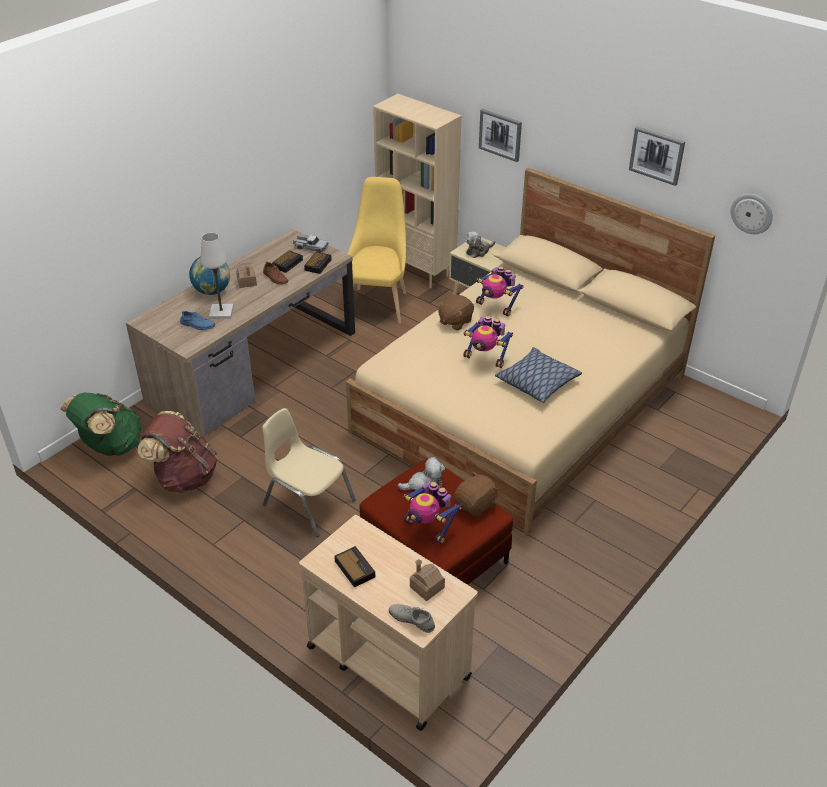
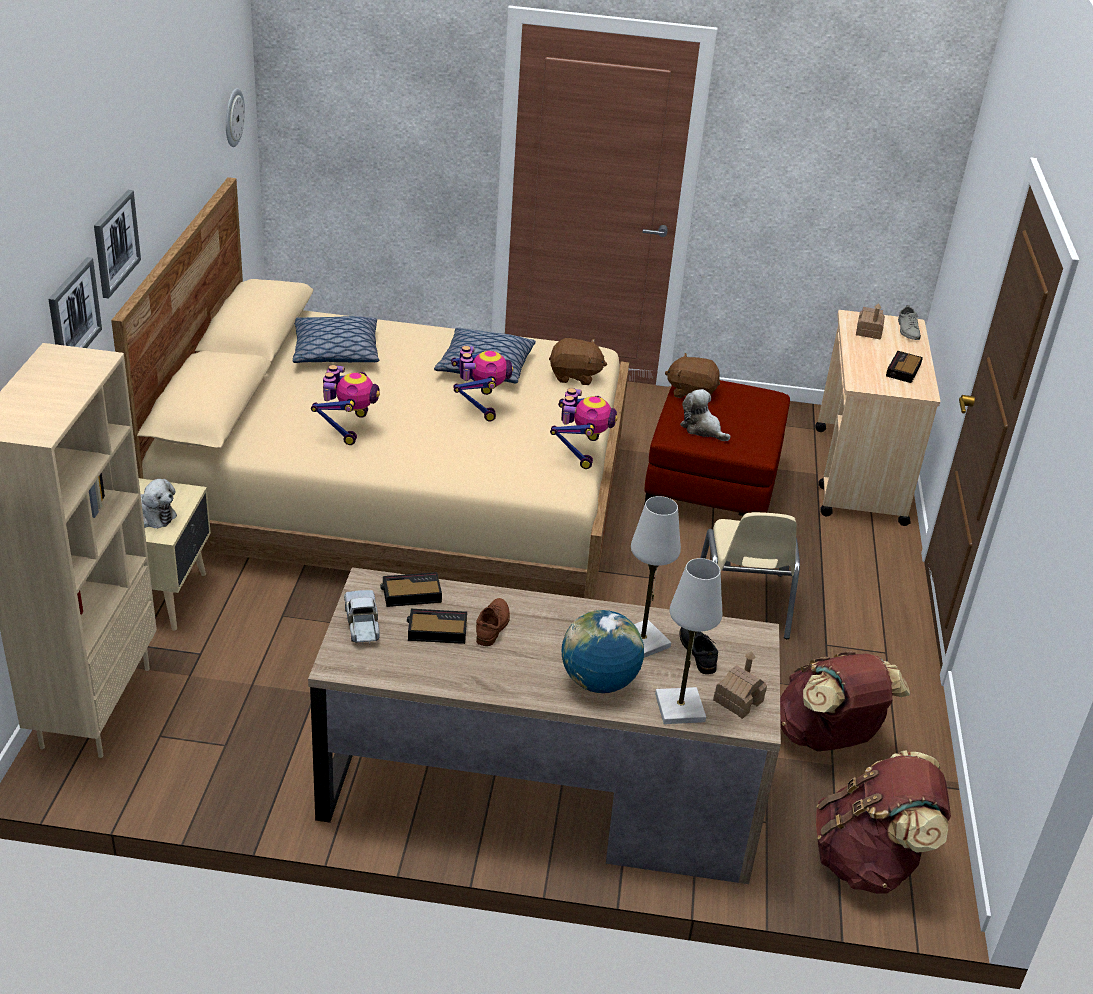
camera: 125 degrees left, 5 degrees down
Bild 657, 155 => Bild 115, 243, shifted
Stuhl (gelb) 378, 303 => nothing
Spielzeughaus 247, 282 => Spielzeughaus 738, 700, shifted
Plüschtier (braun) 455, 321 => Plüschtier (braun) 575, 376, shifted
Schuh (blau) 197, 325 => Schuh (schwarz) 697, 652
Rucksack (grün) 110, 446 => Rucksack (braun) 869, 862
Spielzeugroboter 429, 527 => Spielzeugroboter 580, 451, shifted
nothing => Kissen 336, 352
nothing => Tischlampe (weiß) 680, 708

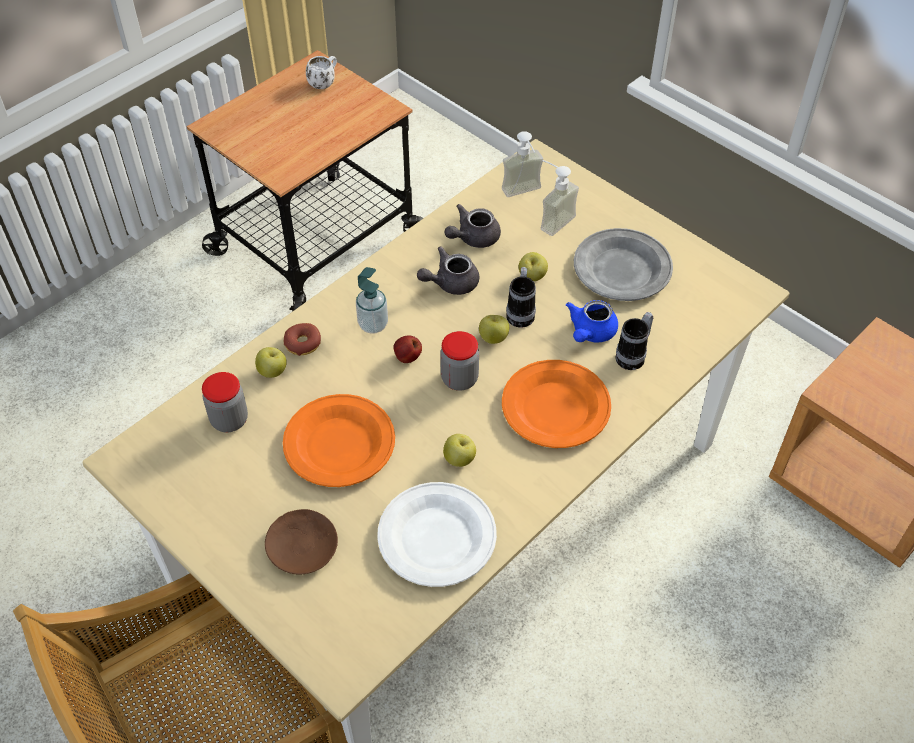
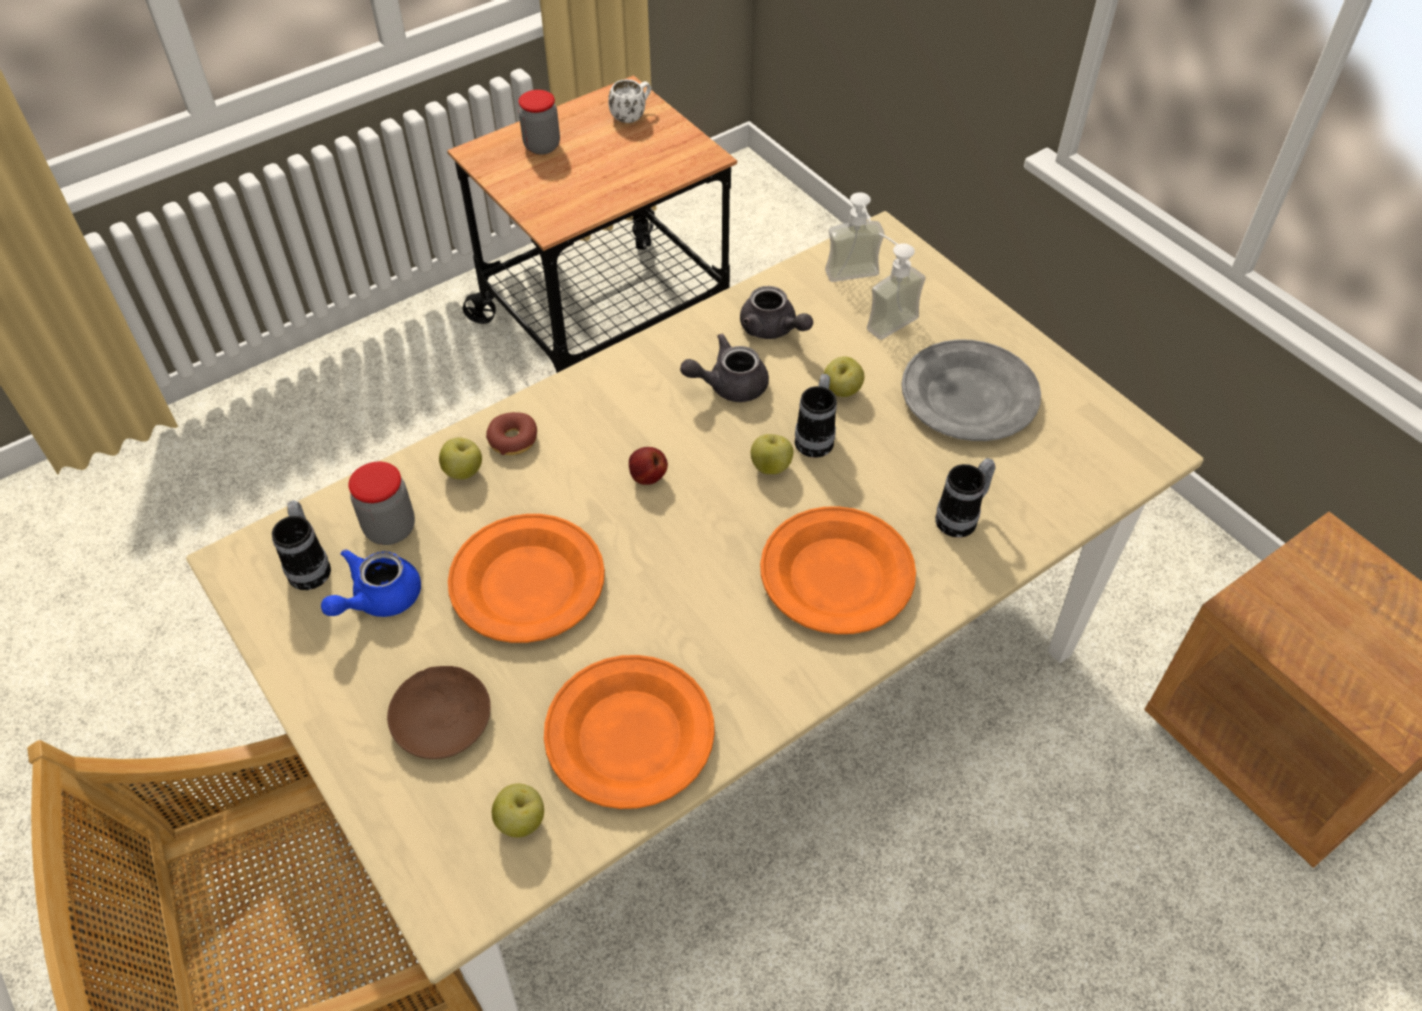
camera: 10 degrees right, 0 degrees up
Teekanne (grau) 473, 238 => Teekanne (grau) 772, 329, 105 degrees counterclockwise
Seifenspender 373, 325 => nothing
Teekanne (blau) 590, 333 => Teekanne (blau) 378, 599, shifted
Vorratsglas 459, 379 => Vorratsglas 542, 146, shifted
Apfel 459, 459 => Apfel 521, 821, shifted
Teller (weiß) 436, 538 => Teller (orange) 628, 736
nothing => Henkelbecher 310, 566

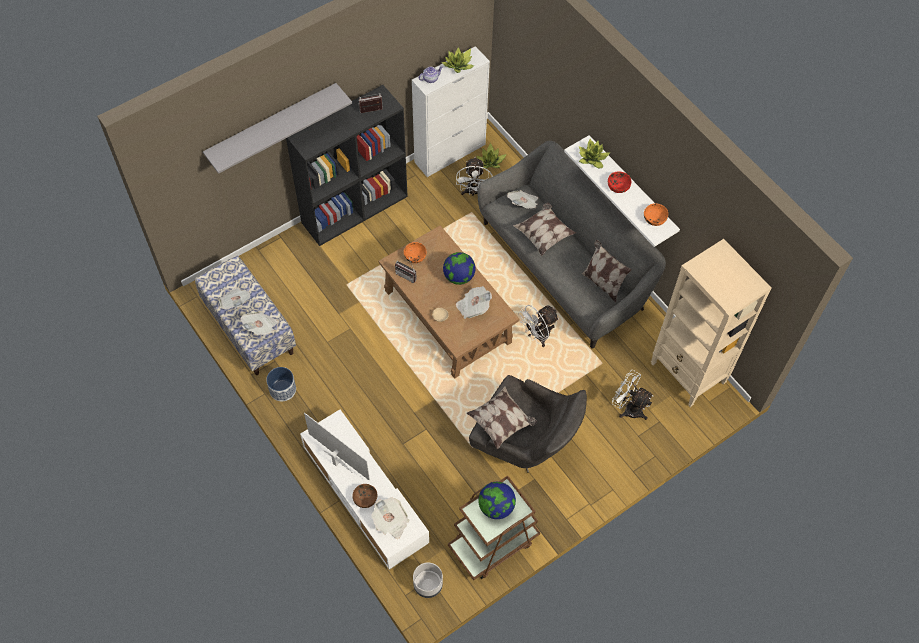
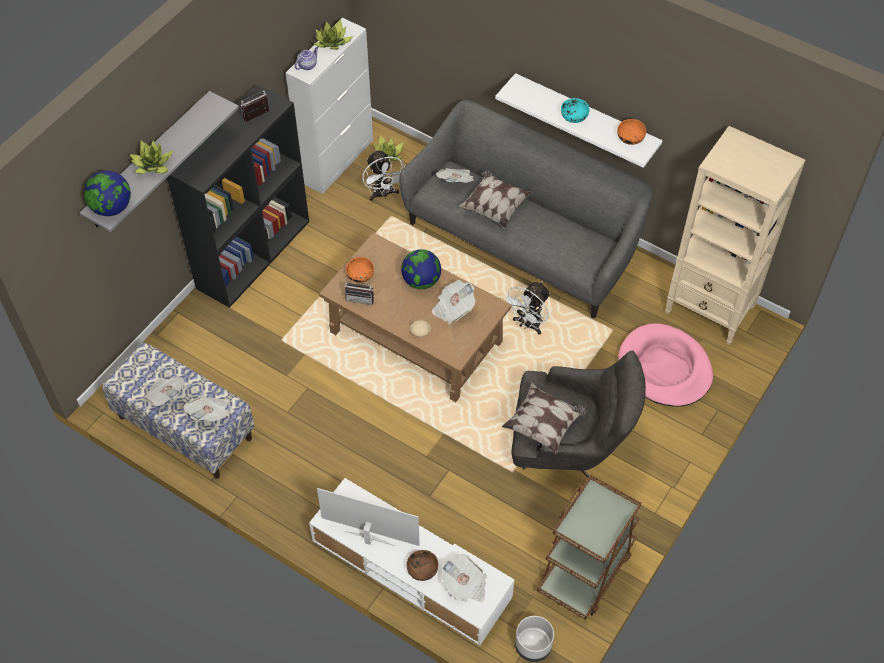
camera: 20 degrees left, 5 degrees down
Topfpflanze 592, 159 => Topfpflanze 153, 165, shifted
Schüssel (rot) 618, 186 => Schüssel (türkis) 574, 116
Kissen 602, 283 => nothing
Pflanzkübel 282, 389 => nothing
Ventilator (weiß) 628, 408 => Hundebett (rosa) 664, 368
Globus 496, 507 => Globus 111, 208, shifted

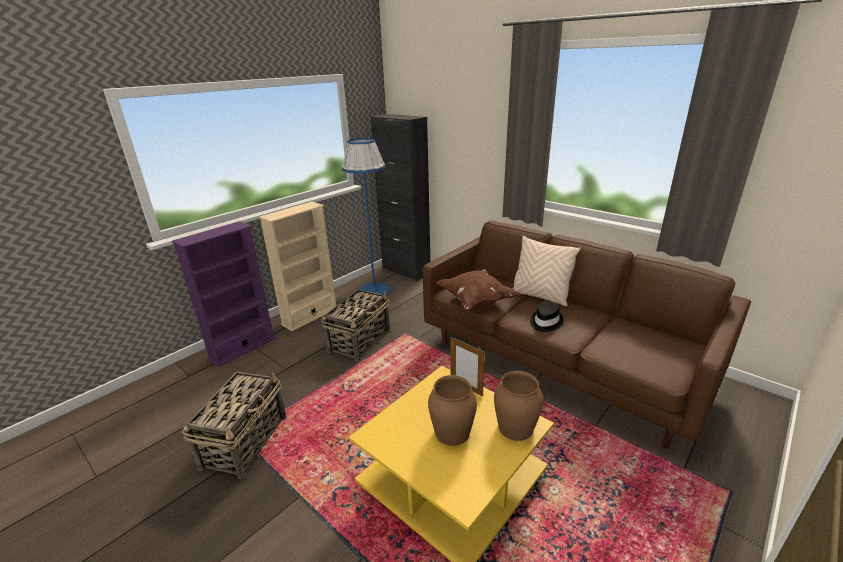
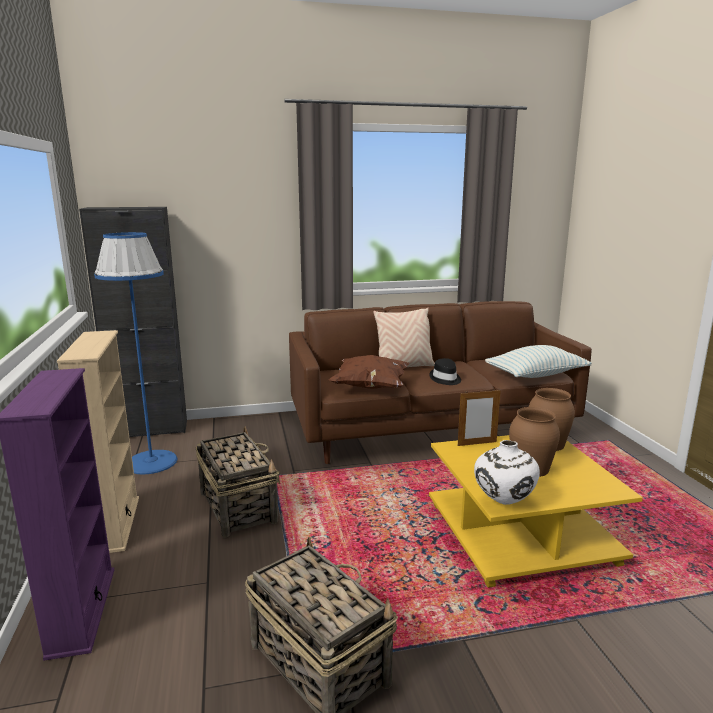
camera: 55 degrees left, 10 degrees down
nothing => Kissen 536, 375
nothing => Vase (weiß) 503, 502

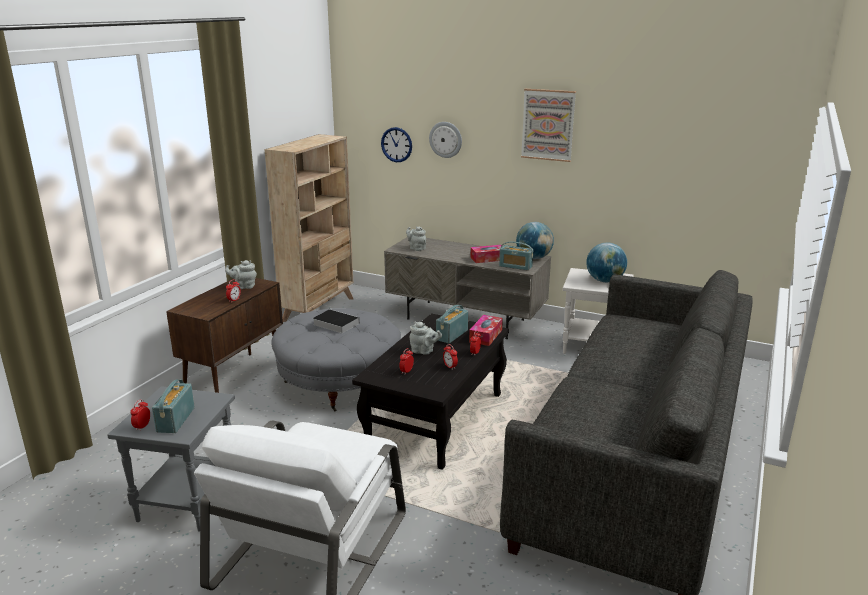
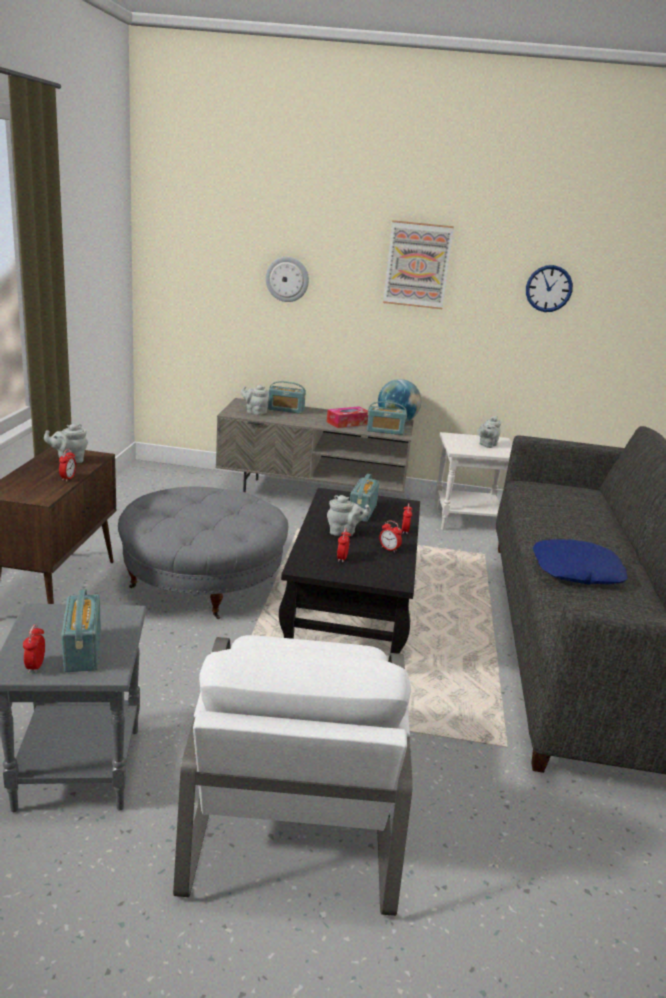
camera: 20 degrees left, 0 degrees up
Wanduhr 396, 144 => Wanduhr 548, 288, shifted
Bücherregal (beige) 319, 309 => nothing
Globus 605, 281 => Teekanne (grau) 487, 445
Buch 334, 324 => nothing
Taschentuchbox 485, 336 => nothing
nothing => Radio 286, 410
nothing => Kissen (blau) 576, 571

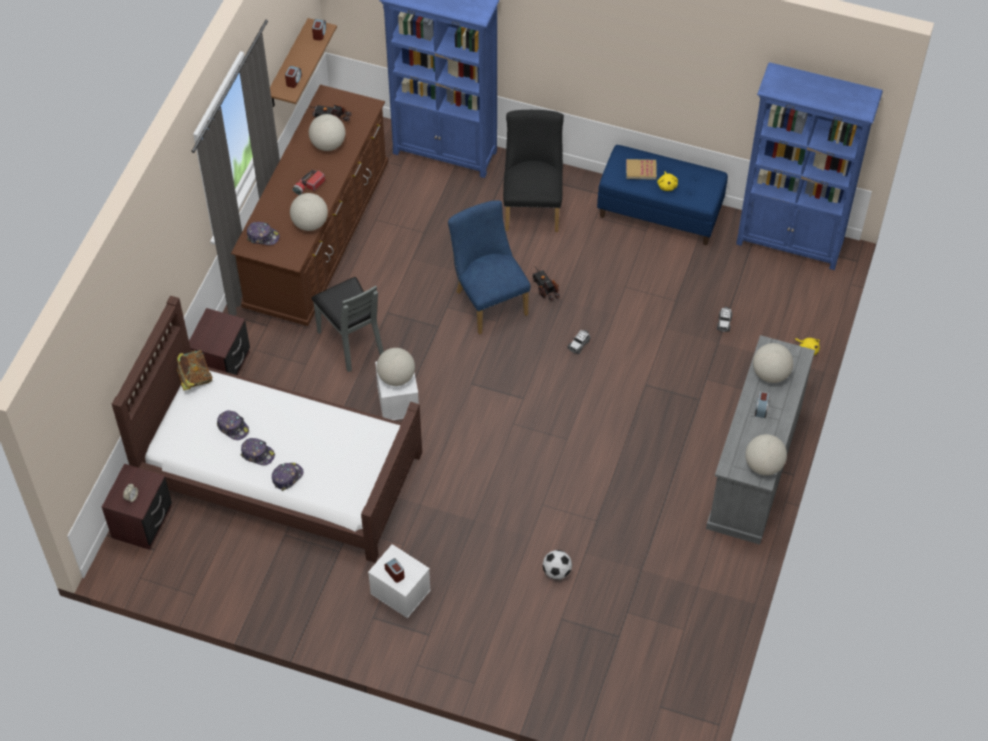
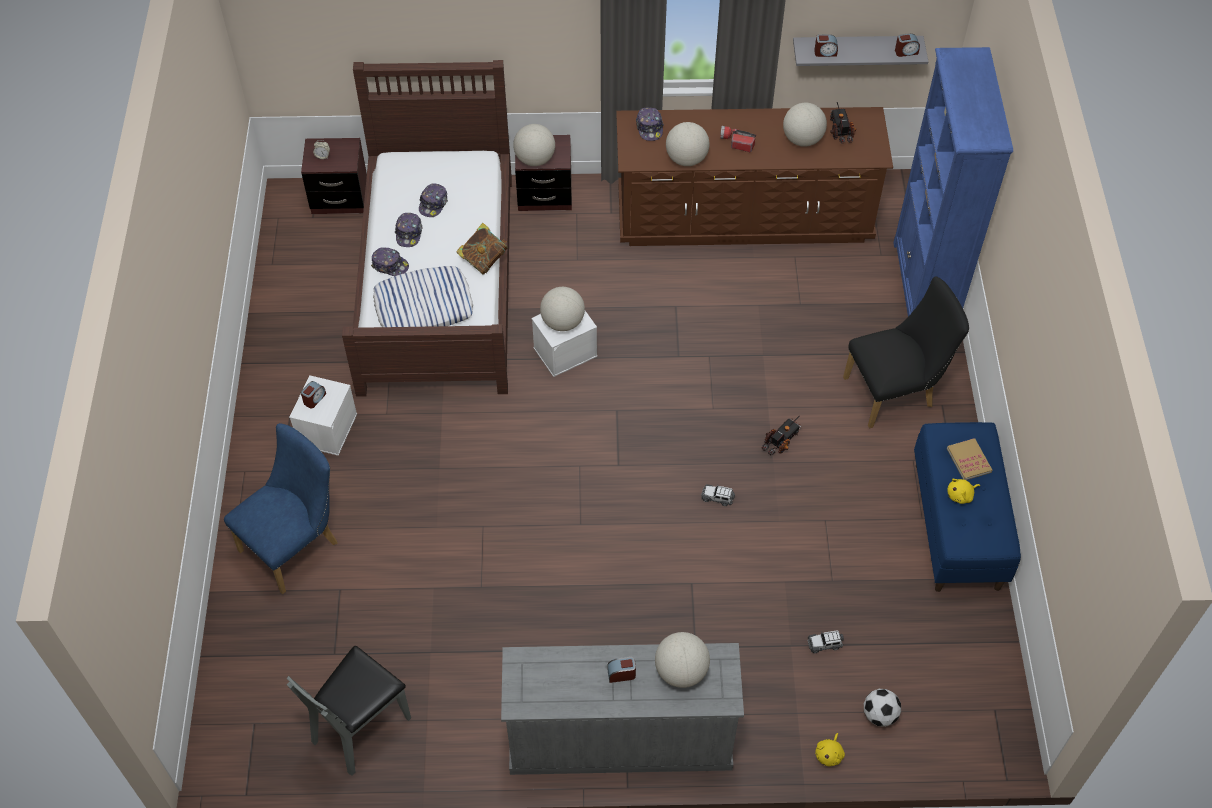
camera: 70 degrees right, 0 degrees up
Wandregal (braun) 288, 65 => Wandregal (grau) 856, 49
Bücherregal (blau) 790, 243 => nothing
Stuhl (blau) 488, 299 => Stuhl (blau) 296, 544, shifted
Stuhl (grau) 351, 342 => Stuhl (grau) 361, 727, shifted
Buch 194, 377 => Buch 483, 259, shifted
Globus 763, 465 => Globus 535, 159, shifted
Fußball 556, 571 => Fußball 879, 714, shifted
nothing => Kissen 424, 306

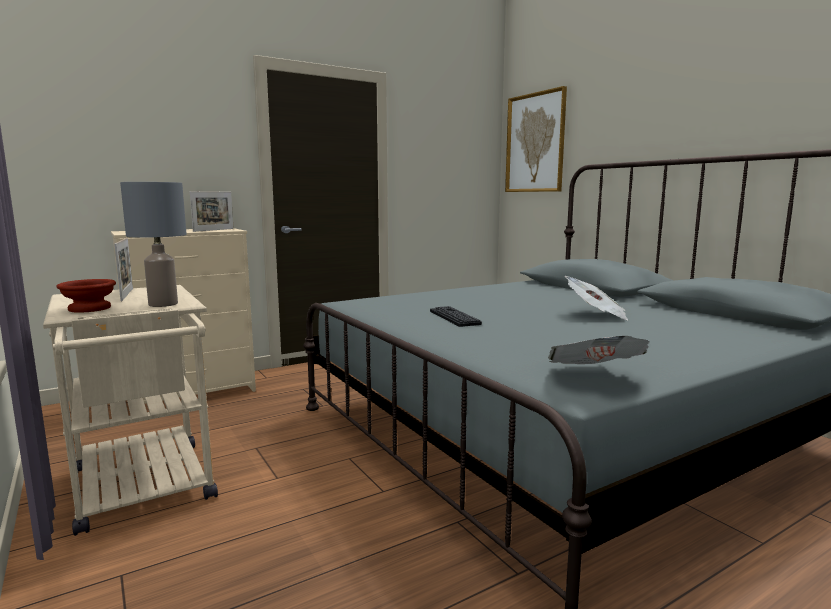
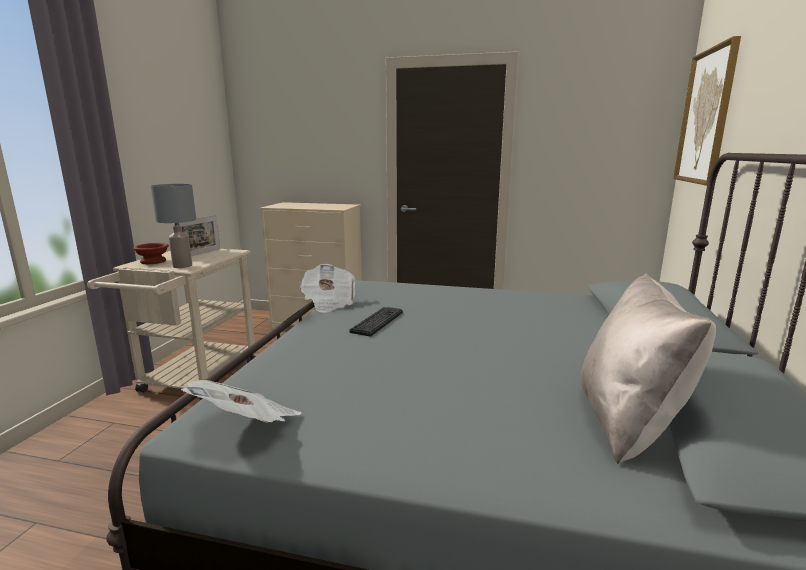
camera: 45 degrees right, 5 degrees up
Bilderrahmen 214, 230 => nothing
Zeitung 596, 315 => Zeitung 328, 303, shifted
nothing => Kissen (beige) 628, 422

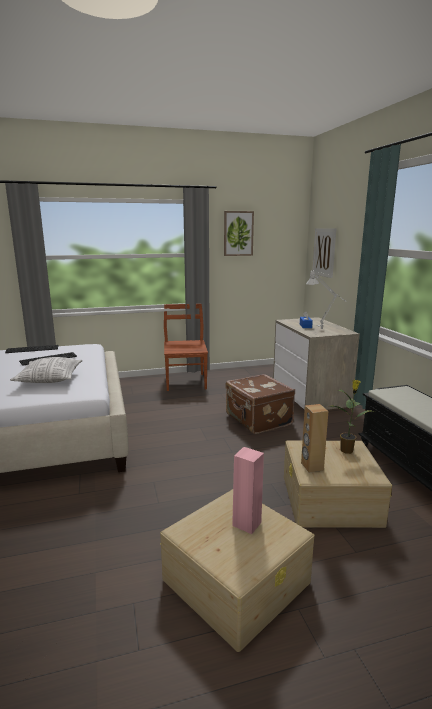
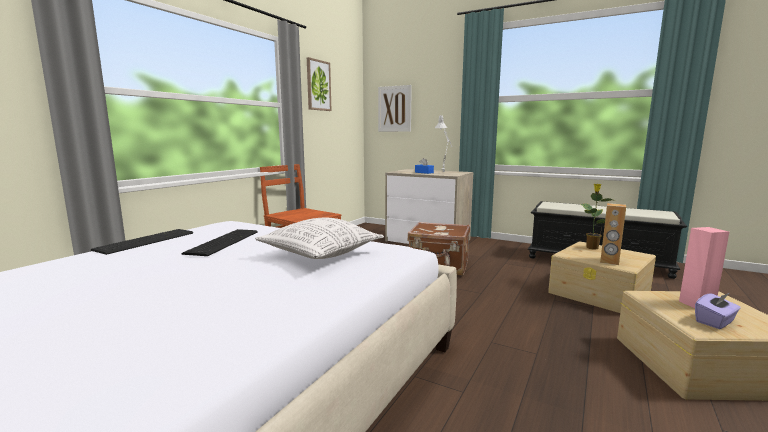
camera: 45 degrees left, 5 degrees down
nothing => Taschentuchbox (lila) 715, 322

